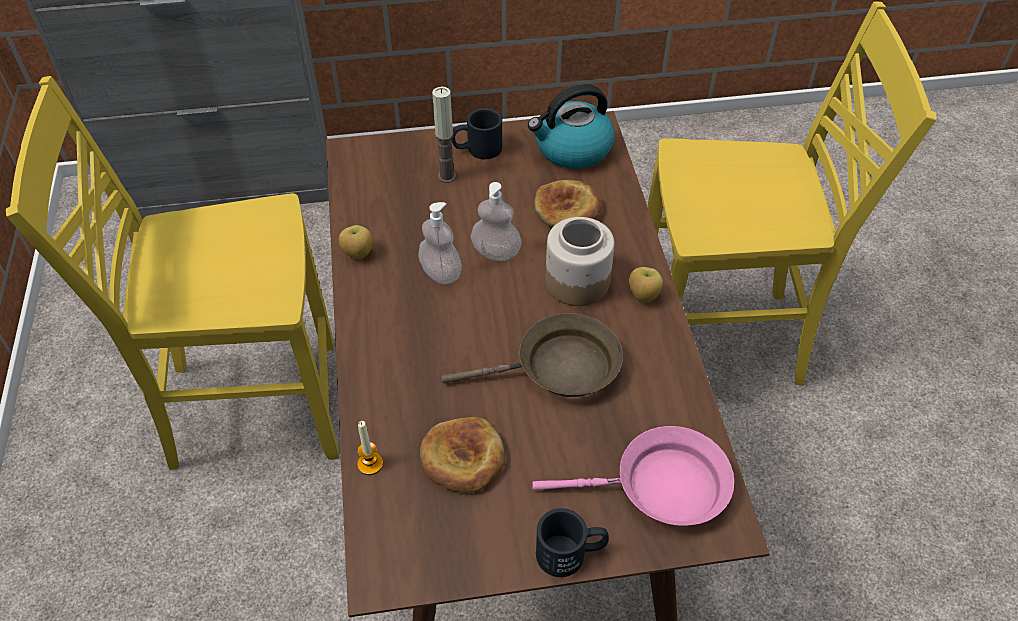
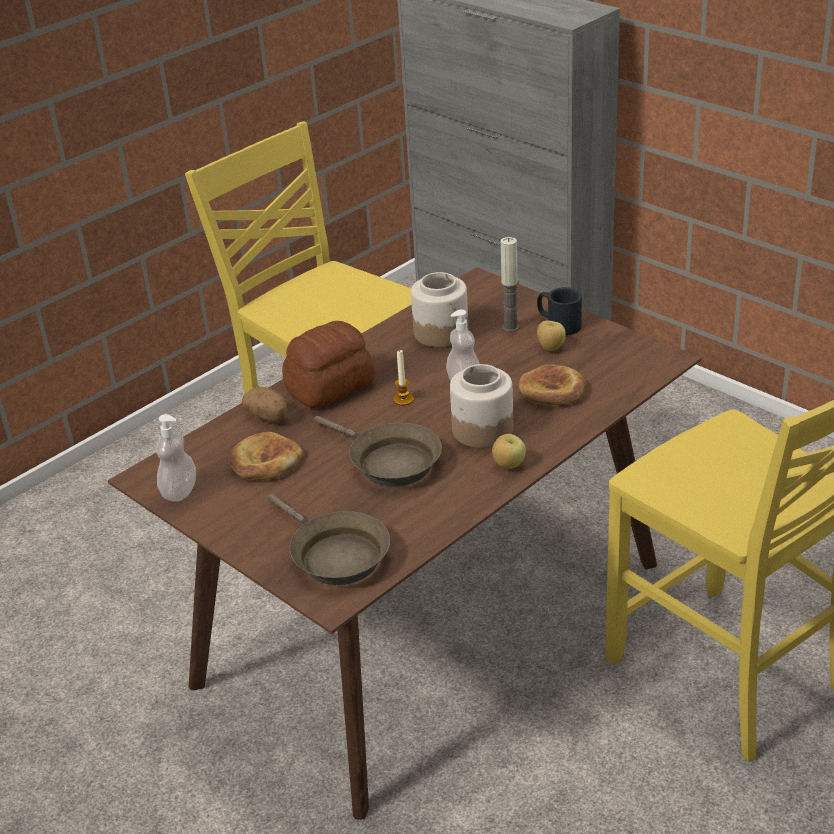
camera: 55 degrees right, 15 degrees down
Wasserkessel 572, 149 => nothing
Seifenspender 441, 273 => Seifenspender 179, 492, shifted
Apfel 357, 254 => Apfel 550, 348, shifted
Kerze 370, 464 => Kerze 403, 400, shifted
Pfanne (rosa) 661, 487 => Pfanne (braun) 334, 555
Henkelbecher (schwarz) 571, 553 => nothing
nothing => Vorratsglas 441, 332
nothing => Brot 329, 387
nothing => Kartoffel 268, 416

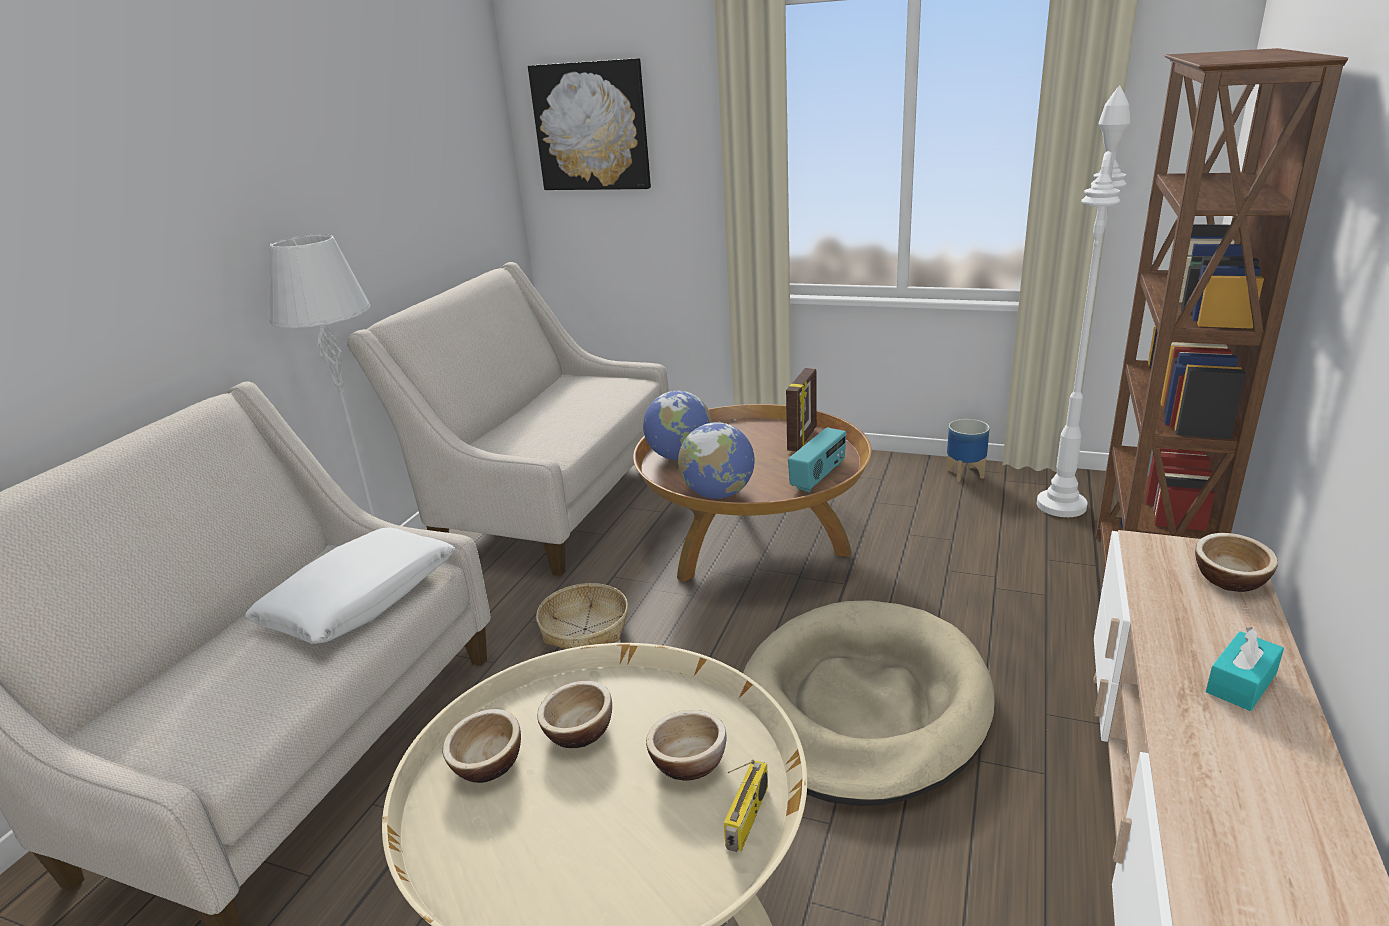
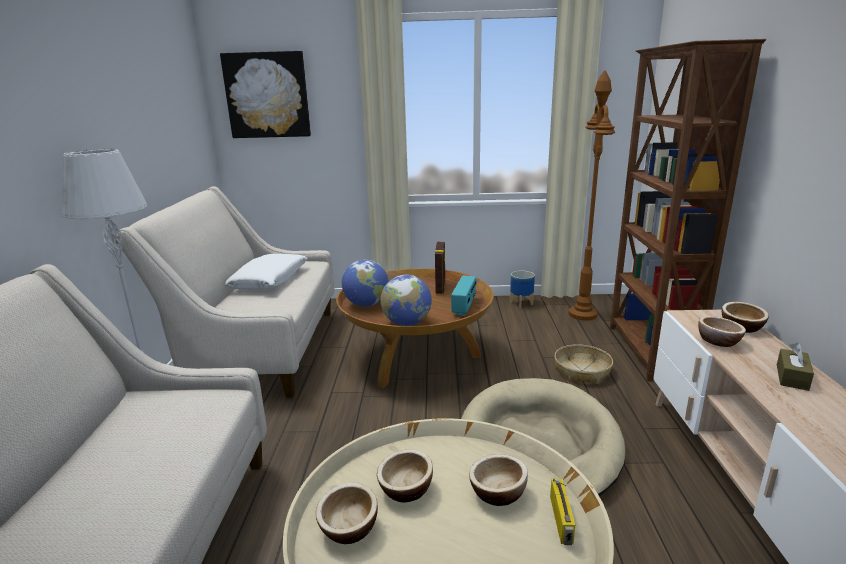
camera: 20 degrees left, 5 degrees down
Stehlampe (weiß) 1061, 505 => Stehlampe (braun) 582, 314
Kissen (weiß) 360, 599 => Kissen (weiß) 270, 280, shifted
Korb 585, 629 => Korb 582, 371, shifted
Taschentuchbox (türkis) 1241, 683 => Taschentuchbox (braun) 792, 377
nothing => Schüssel 718, 341

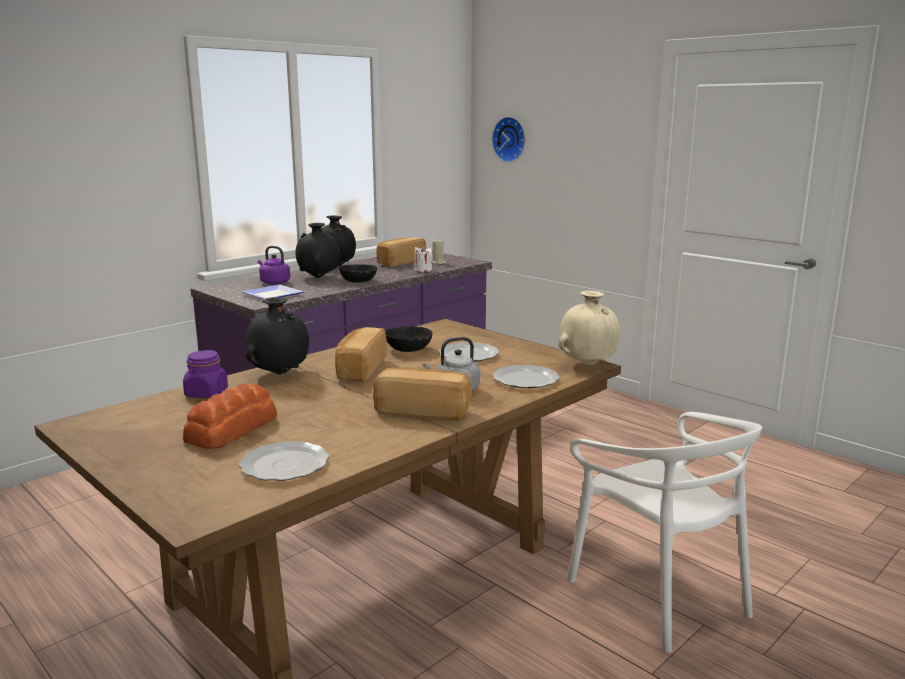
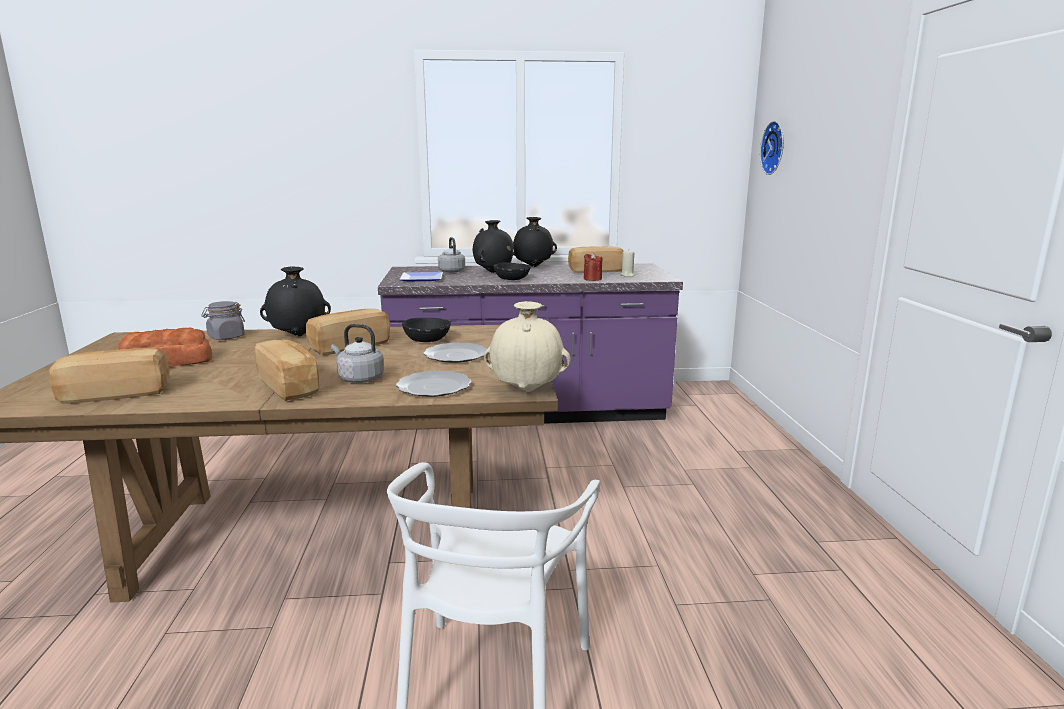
camera: 40 degrees right, 0 degrees up
Kerze (weiß) 423, 270 => Kerze (rot) 592, 279
Wasserkessel (lila) 274, 282 => Wasserkessel (grau) 451, 271
Vorratsglas (lila) 206, 393 => Vorratsglas (grau) 226, 337
Teller 286, 464 => Brot 116, 393

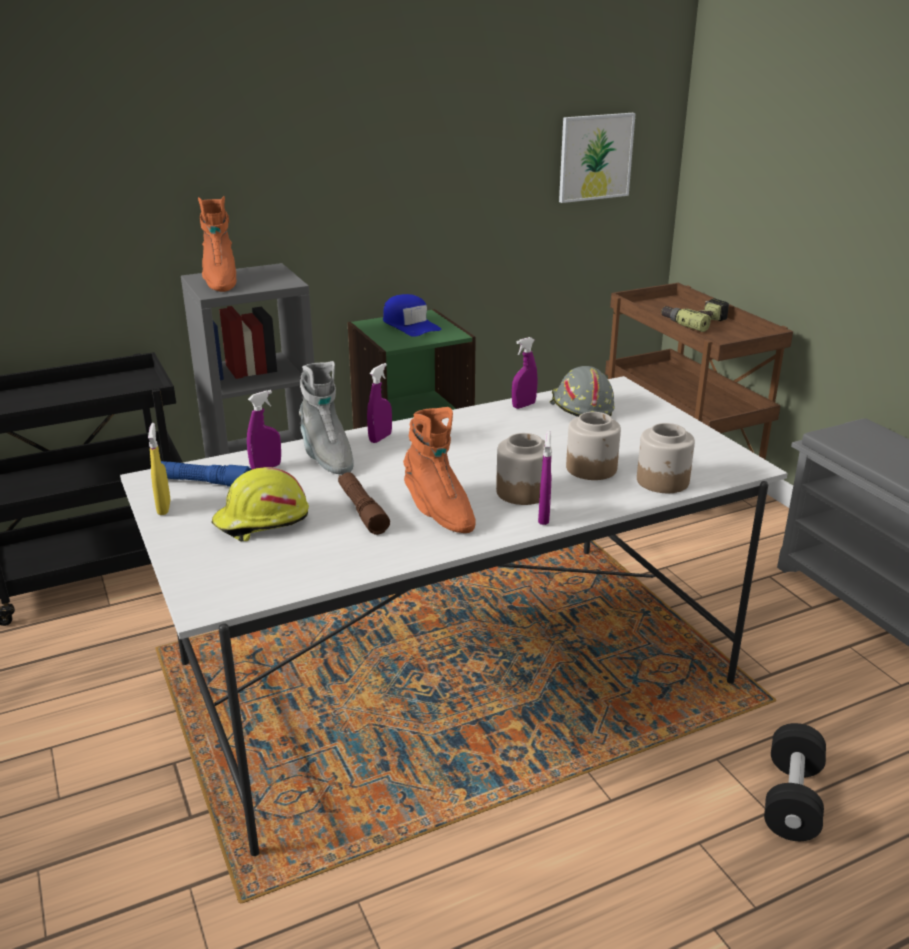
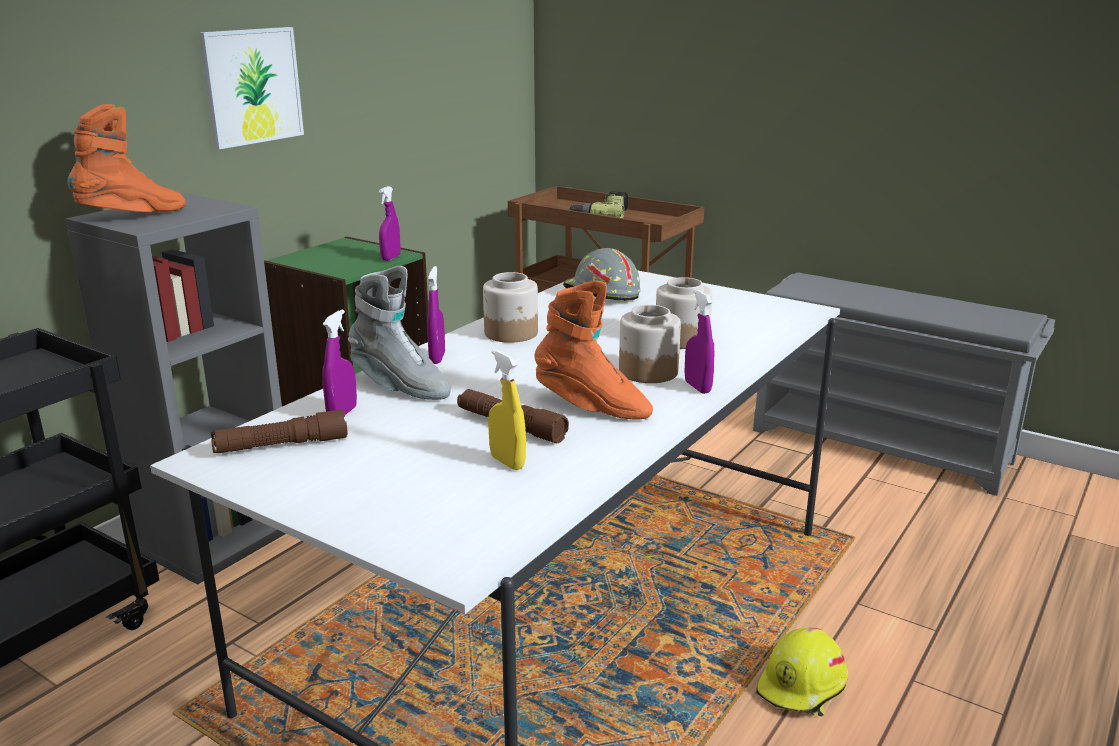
camera: 30 degrees left, 5 degrees down
Bild 595, 157 => Bild 252, 86, shifted
Stiefel (orange) 220, 281 => Stiefel (orange) 133, 216, 90 degrees counterclockwise
Kappe (blau) 410, 325 => nothing
Sprühflasche (lila) 523, 405 => Sprühflasche (lila) 391, 258, shifted
Sprühflasche (gelb) 164, 508 => Sprühflasche (gelb) 507, 462, shifted
Vorratsglas 663, 481 => Vorratsglas 511, 333, shifted
Taschenlampe (blau) 203, 482 => Taschenlampe (braun) 281, 445
Schutzhelm (gelb) 261, 522 => Schutzhelm (gelb) 803, 687, shifted
Hantel (schwarz) 791, 799 => nothing

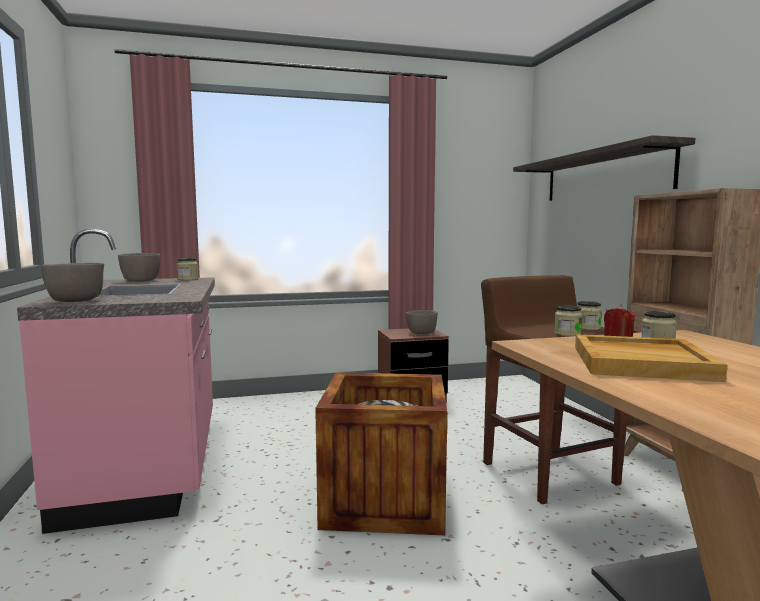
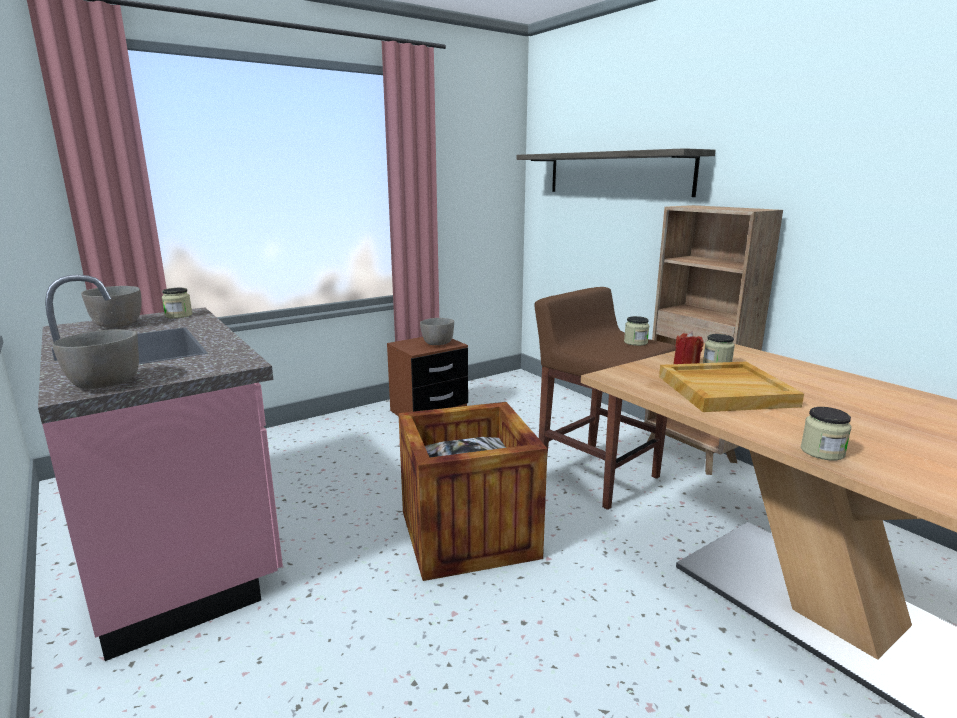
camera: 20 degrees left, 10 degrees up
Vorratsglas 567, 334 => Vorratsglas 822, 452, shifted

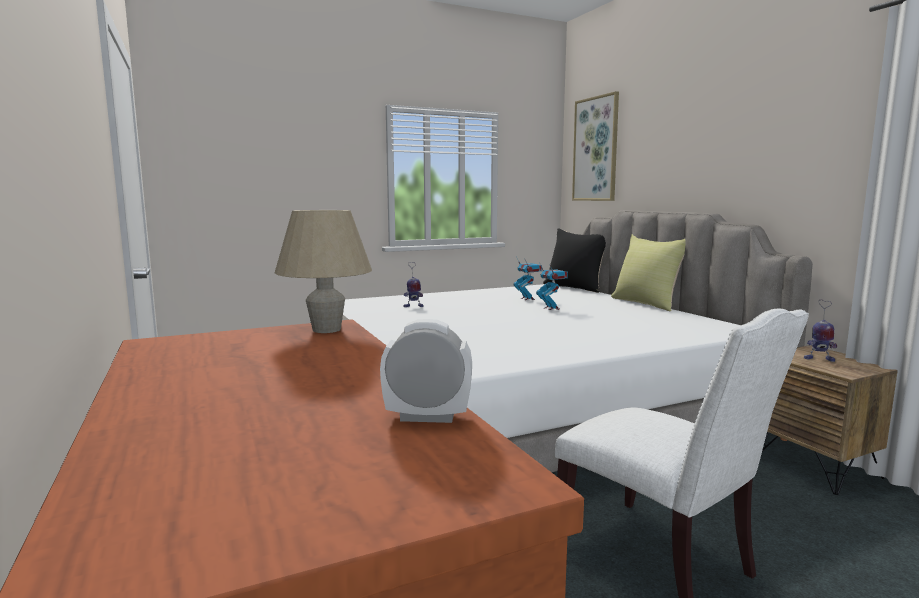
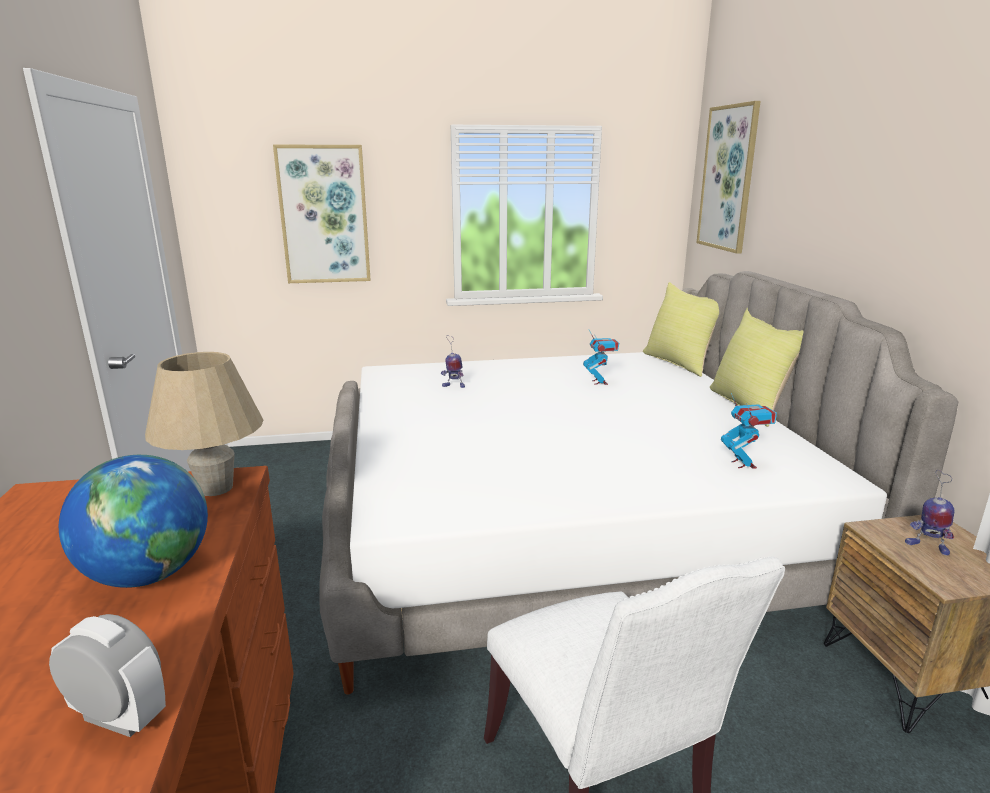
camera: 15 degrees right, 10 degrees up
Kissen (schwarz) 575, 287 => Kissen (gelb) 679, 363
Spielzeugroboter 551, 308 => Spielzeugroboter 743, 464, shifted
nothing => Bild 324, 215
nothing => Globus 148, 574

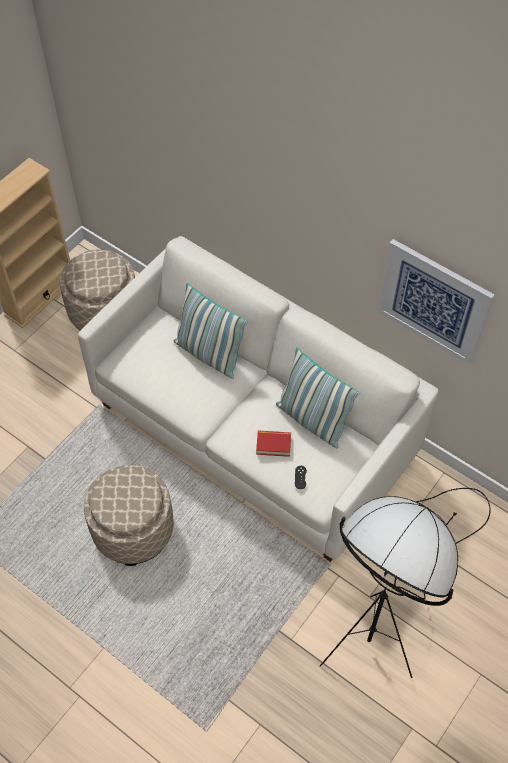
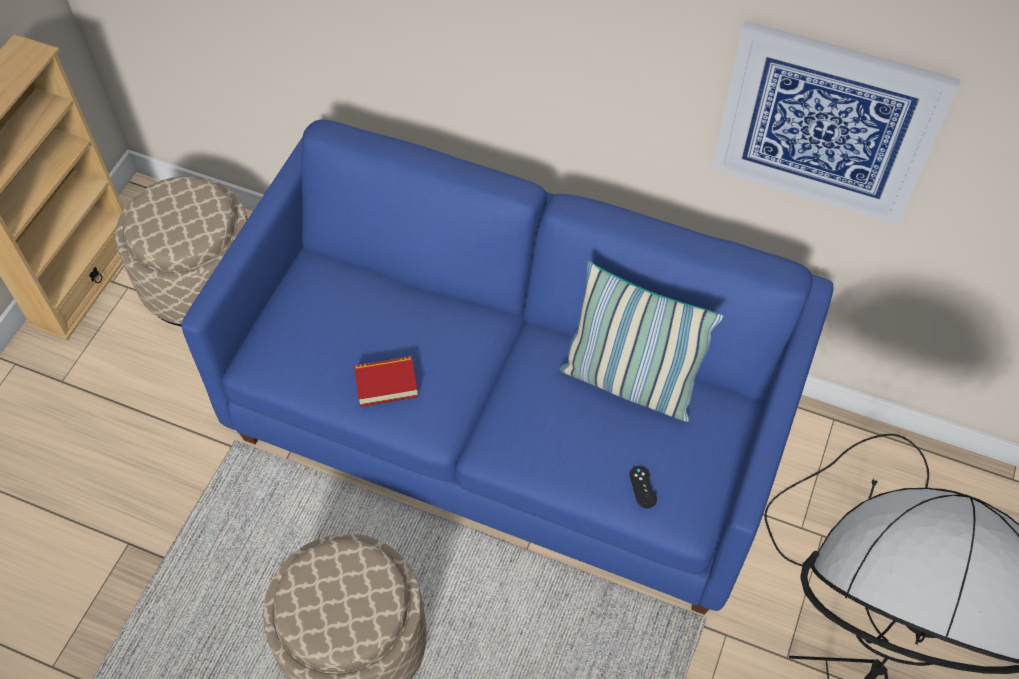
camera: 15 degrees left, 0 degrees up
Sofa (weiß) 254, 429 => Sofa (blau) 510, 421
Kissen 209, 354 => nothing
Buch 273, 445 => Buch 386, 384, shifted

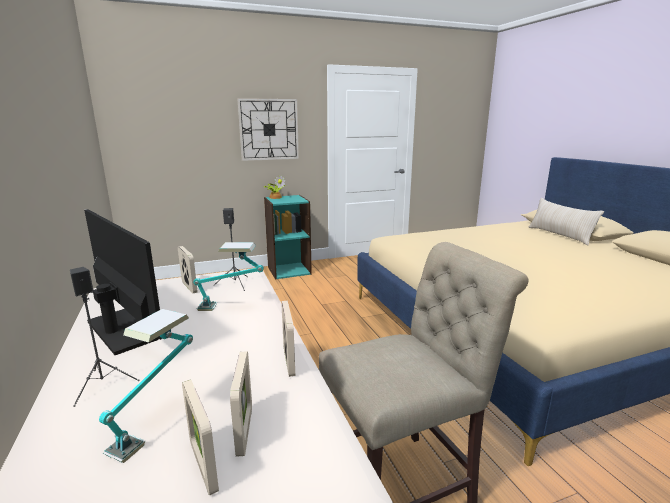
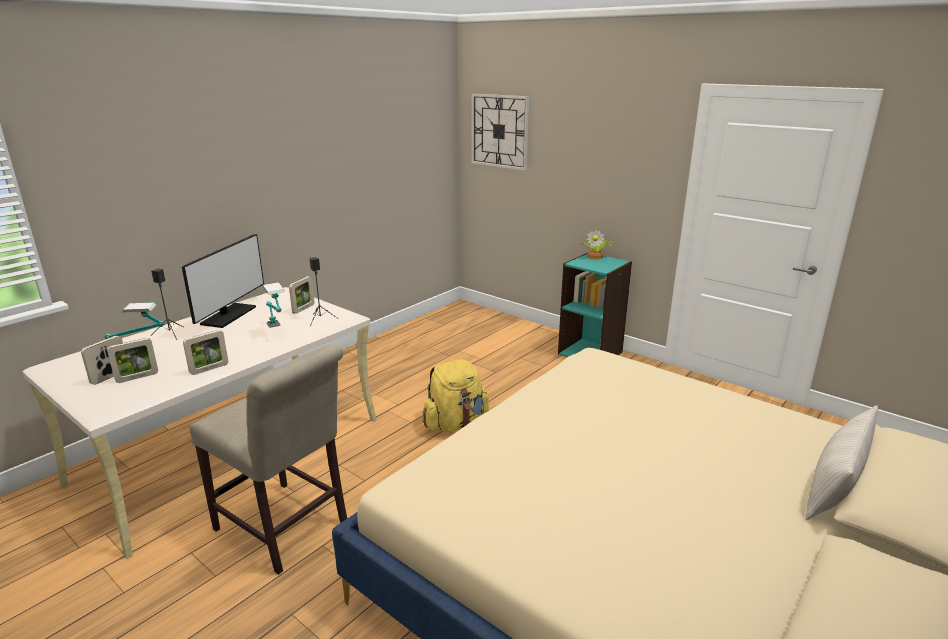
camera: 60 degrees right, 5 degrees up
Wanduhr 269, 129 => Wanduhr 499, 131, shifted
nothing => Rucksack (gelb) 455, 423

